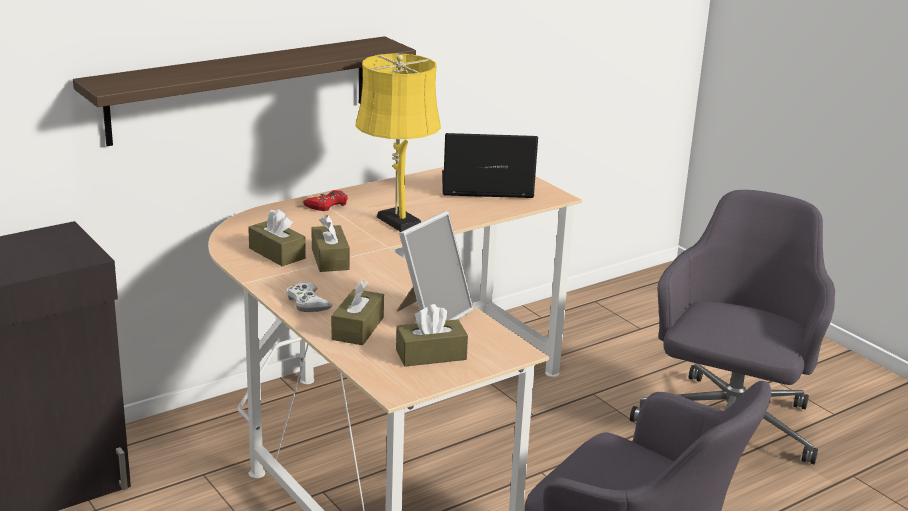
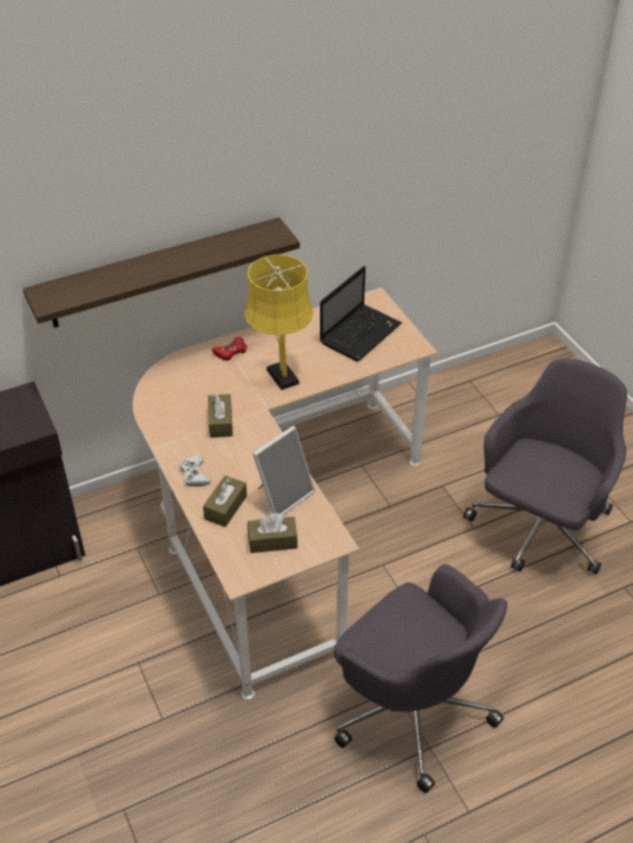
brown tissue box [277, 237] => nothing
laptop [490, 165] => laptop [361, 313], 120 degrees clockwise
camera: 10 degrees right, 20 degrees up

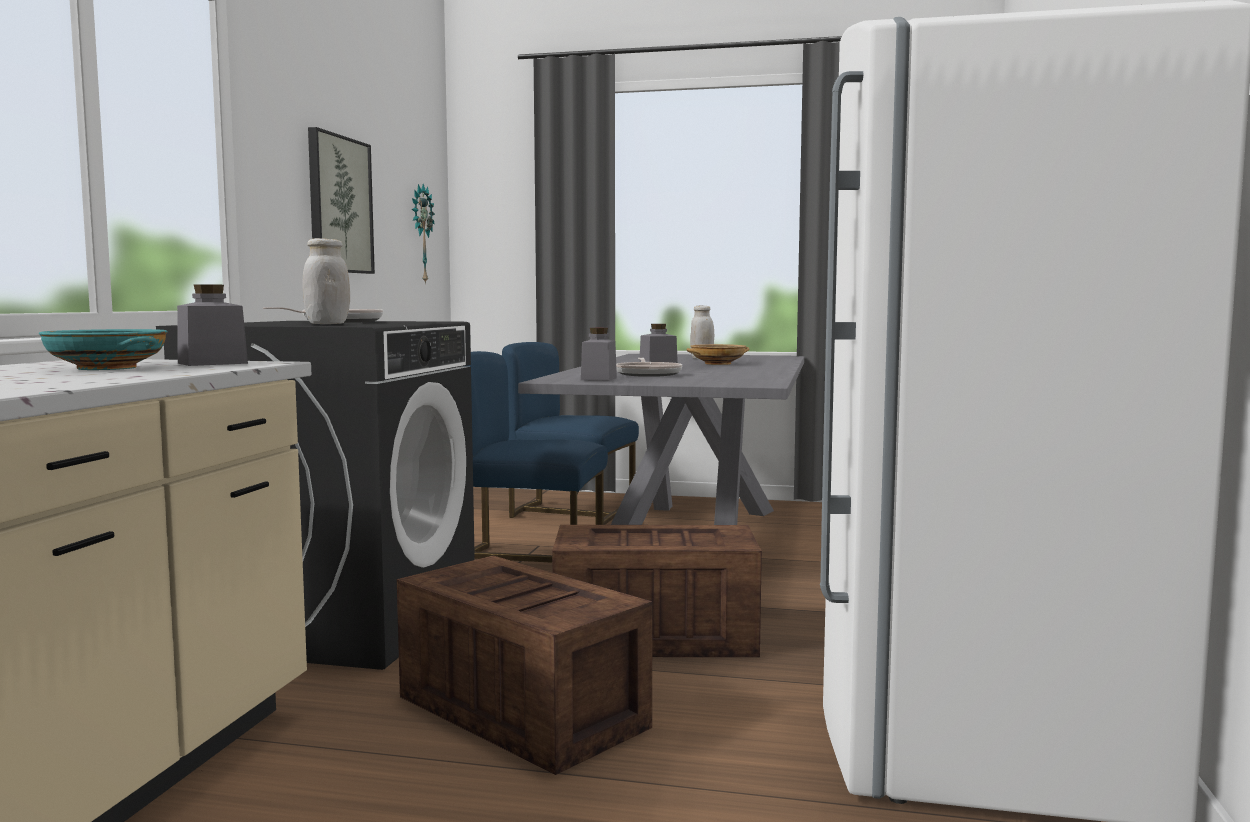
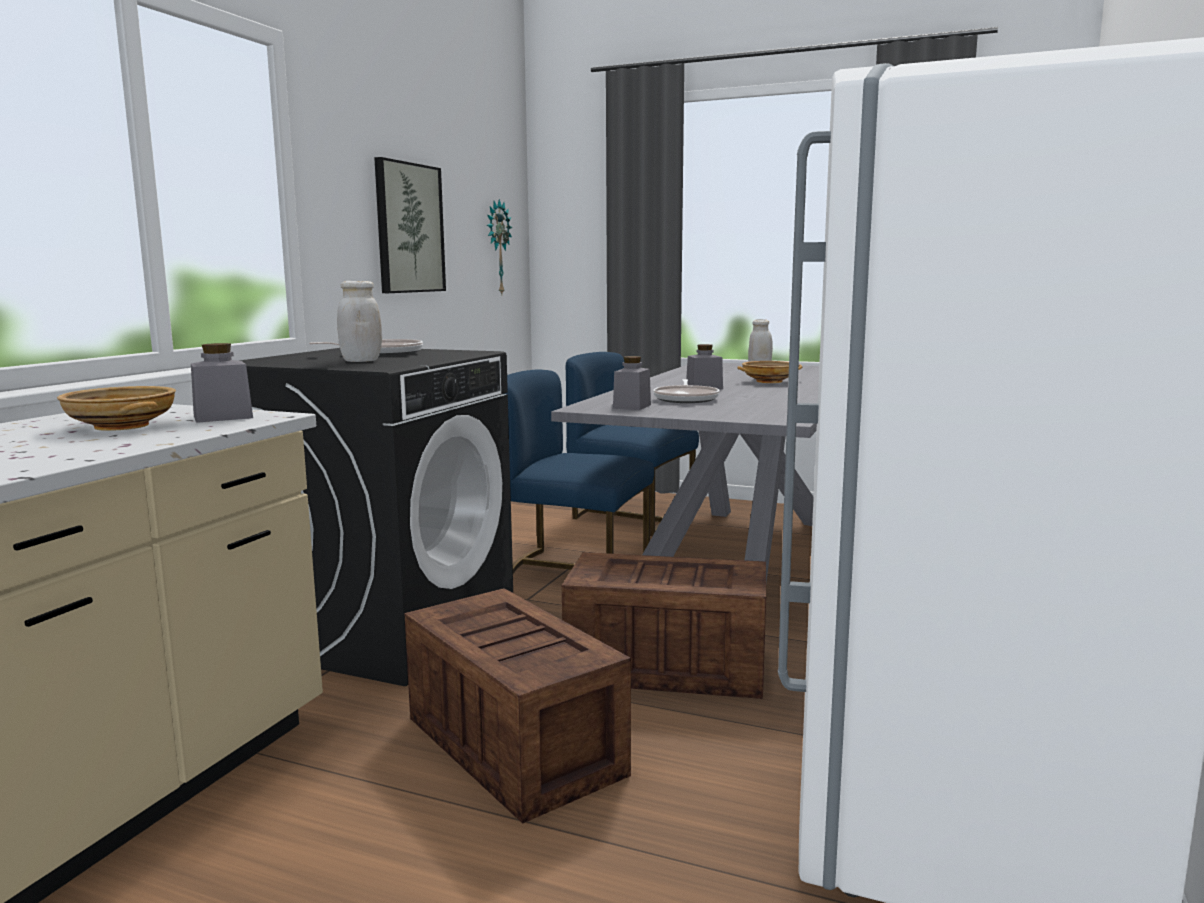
turquoise bowl [103, 349] => beige bowl [116, 408]
camera: 10 degrees right, 5 degrees up

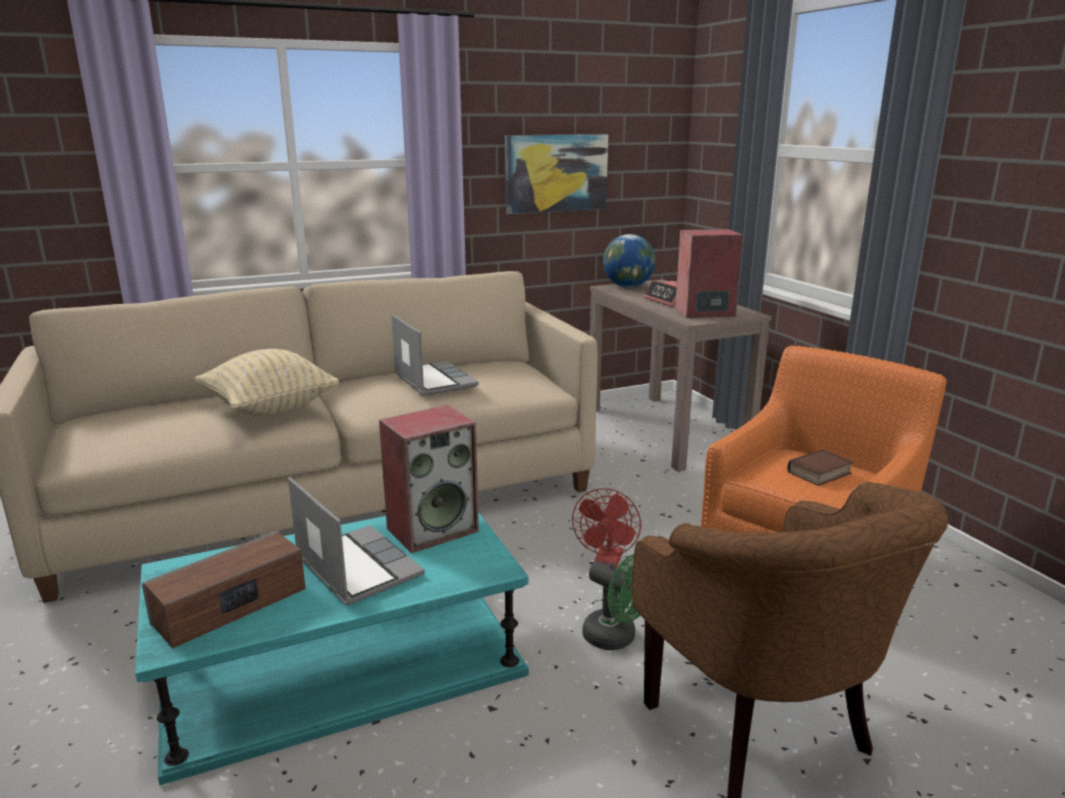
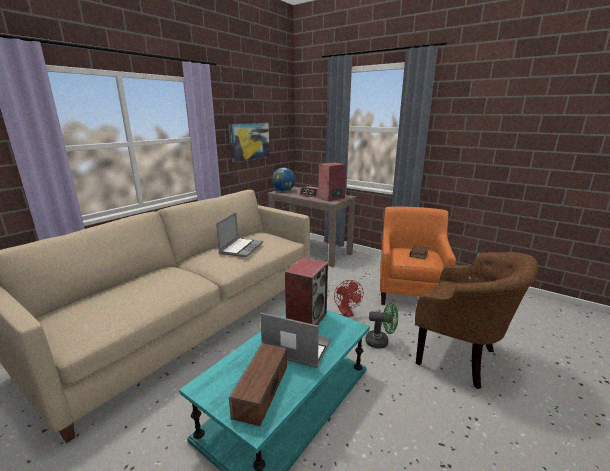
beige pillow [267, 382] => nothing
laptop [434, 355] => laptop [239, 234], 75 degrees clockwise
camera: 30 degrees left, 0 degrees up

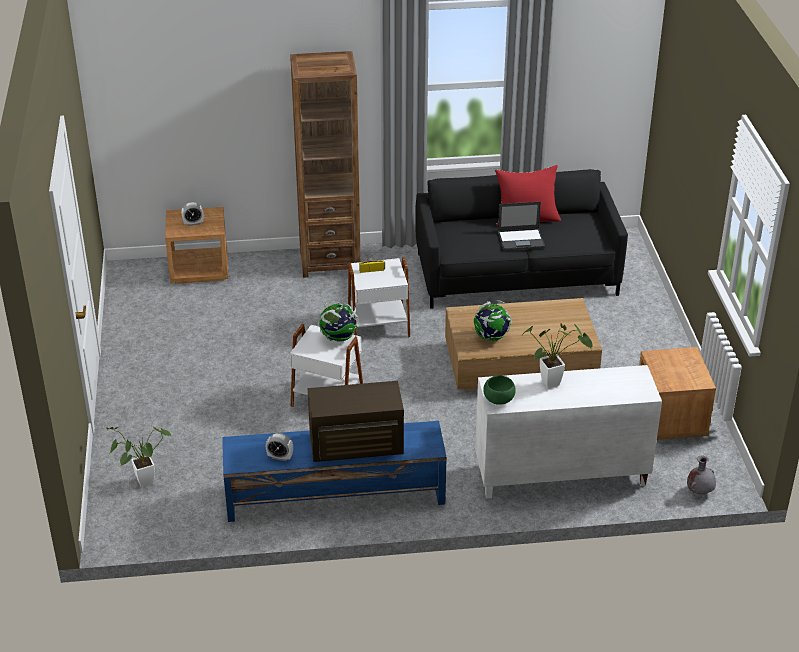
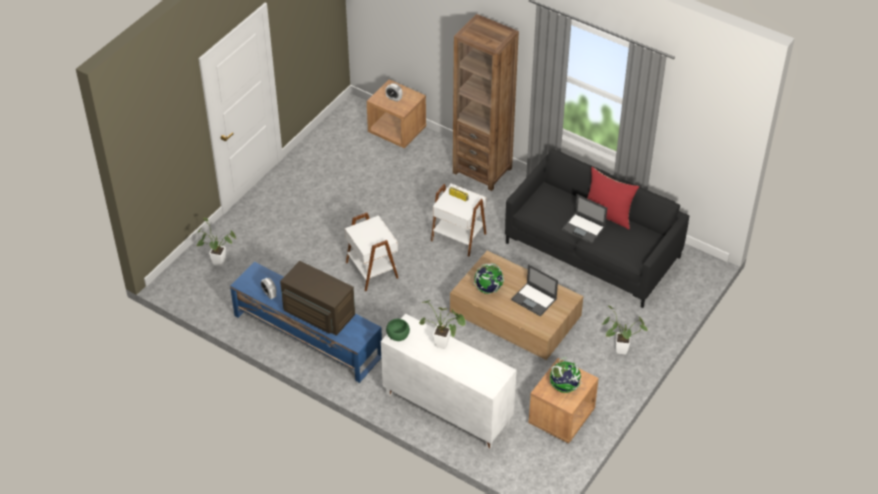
grey vase [701, 475] => nothing
nothing => laptop [534, 290]
nothing => potted plant [624, 330]
globe [338, 321] => globe [566, 375], relocated
camera: 40 degrees right, 10 degrees up

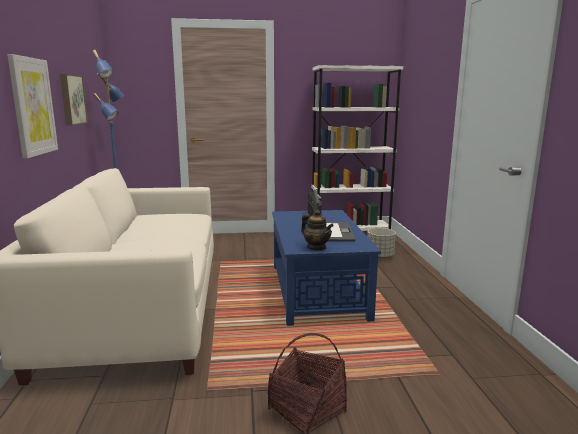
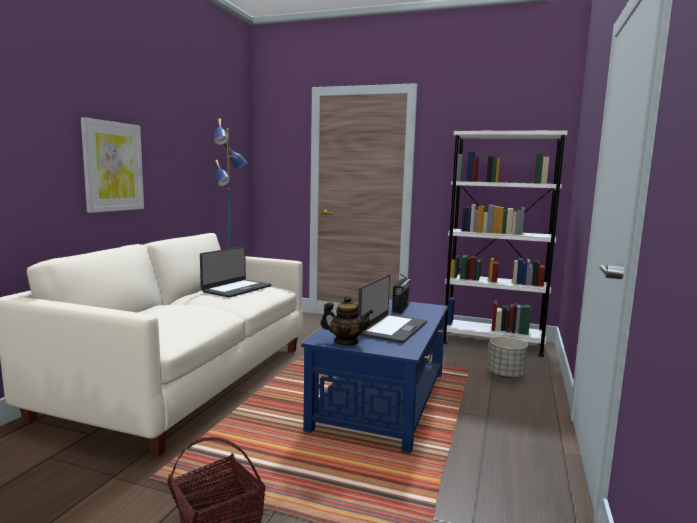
picture [74, 99] => nothing
nothing => laptop [235, 272]
teapot [317, 230] => teapot [347, 320], 60 degrees counterclockwise
camera: 25 degrees right, 5 degrees down

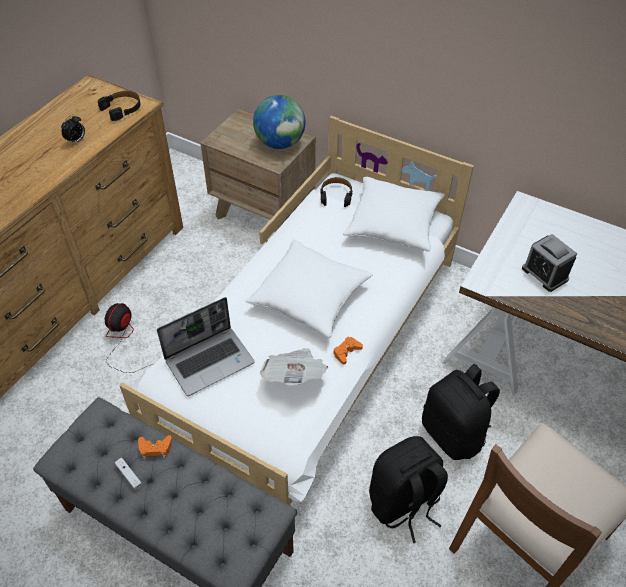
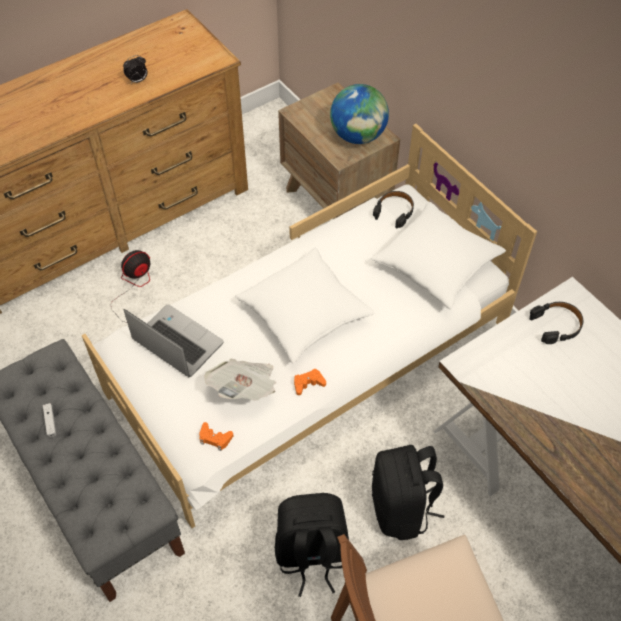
alarm clock [549, 263] => nothing
black headphones [119, 106] => black headphones [556, 323], relocated
orange game controller [155, 447] => orange game controller [216, 436], relocated
laptop [205, 346] => laptop [174, 340], 135 degrees counterclockwise
camera: 25 degrees right, 5 degrees up

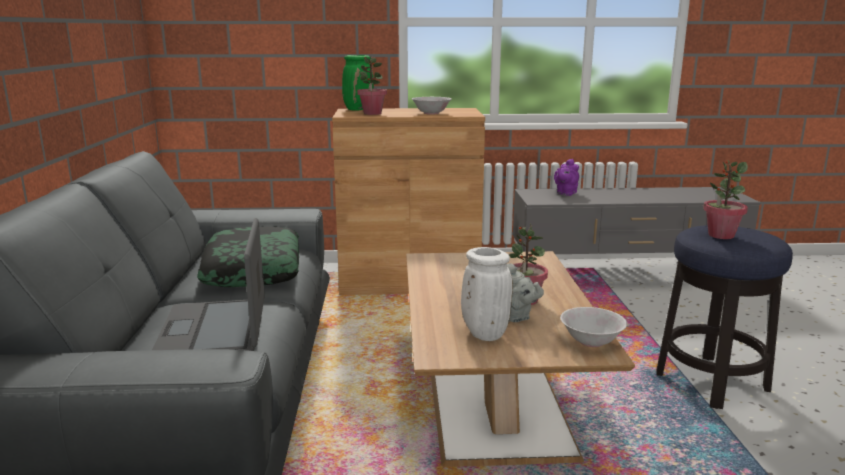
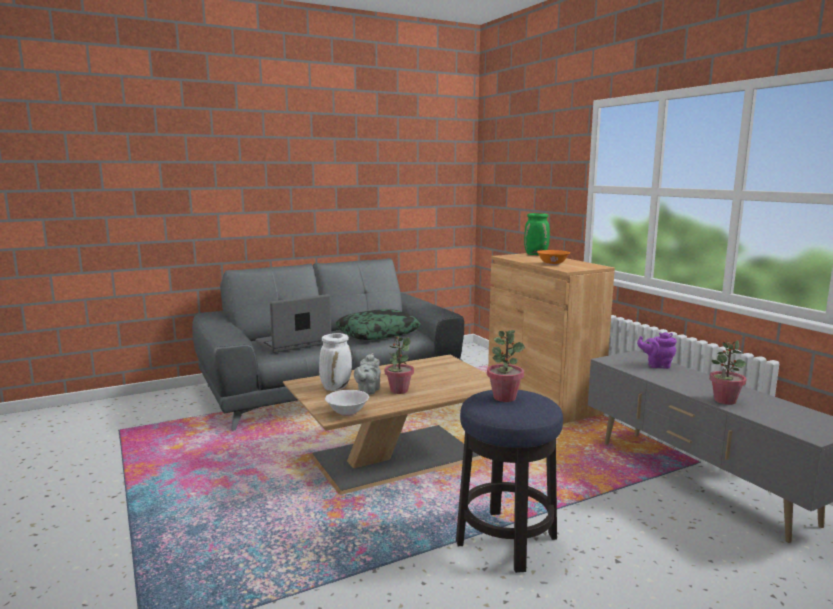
potted plant [372, 85] => potted plant [727, 372], relocated
white bowl [431, 106] => orange bowl [553, 257]
camera: 65 degrees right, 5 degrees down

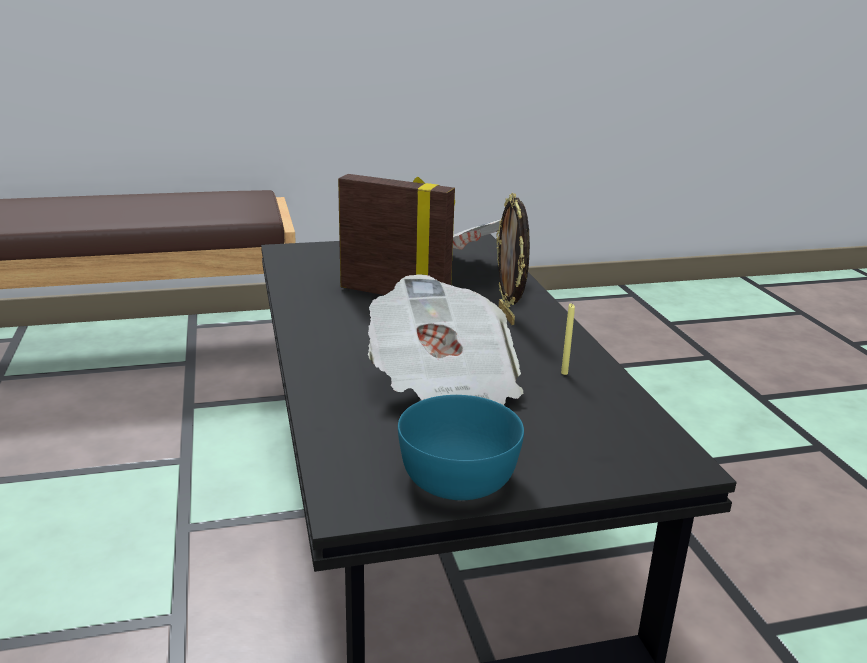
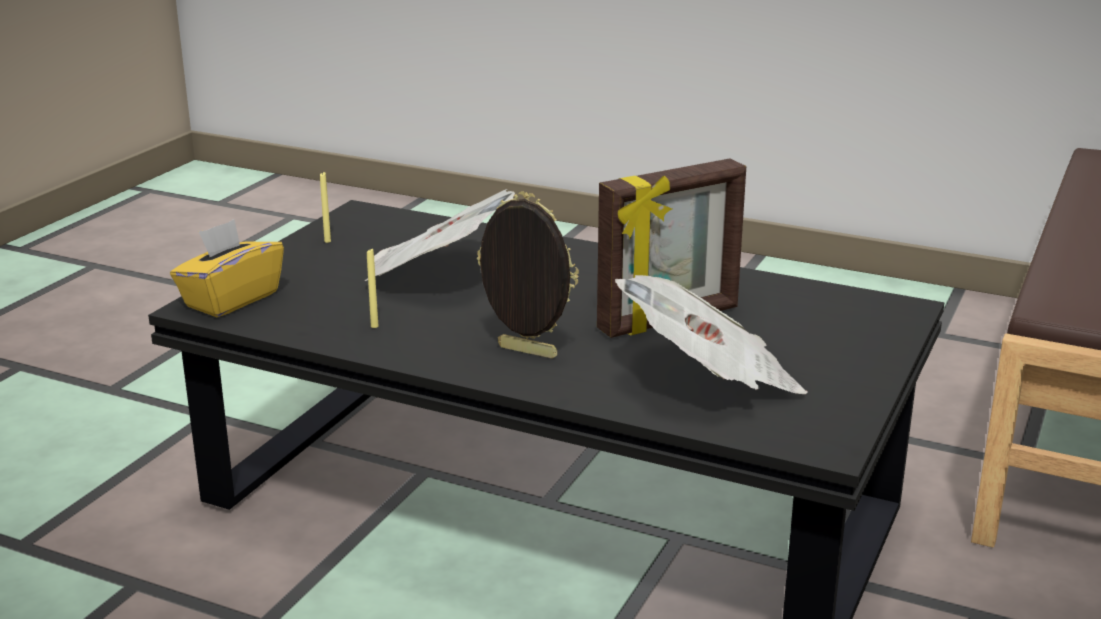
nothing => yellow tissue box [227, 268]
turquoise bowl [461, 447] => yellow candle [325, 207]
camera: 130 degrees right, 0 degrees up

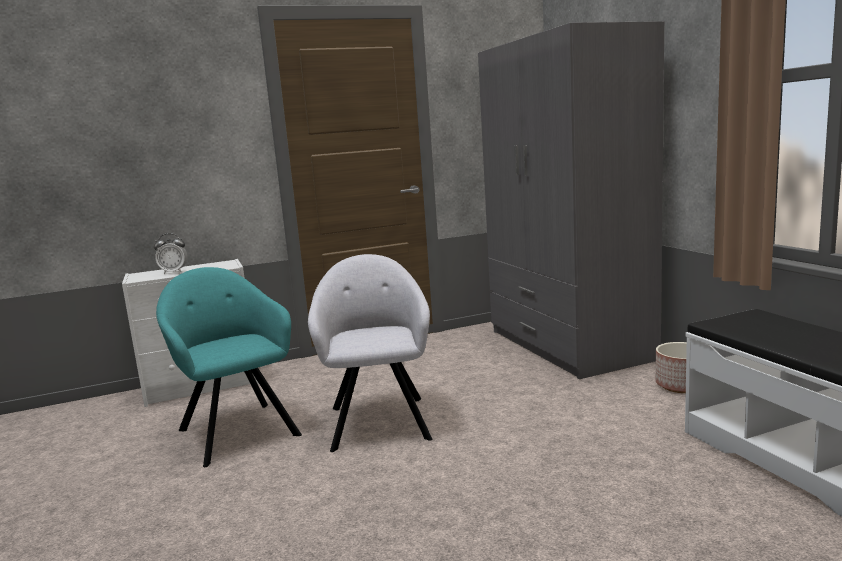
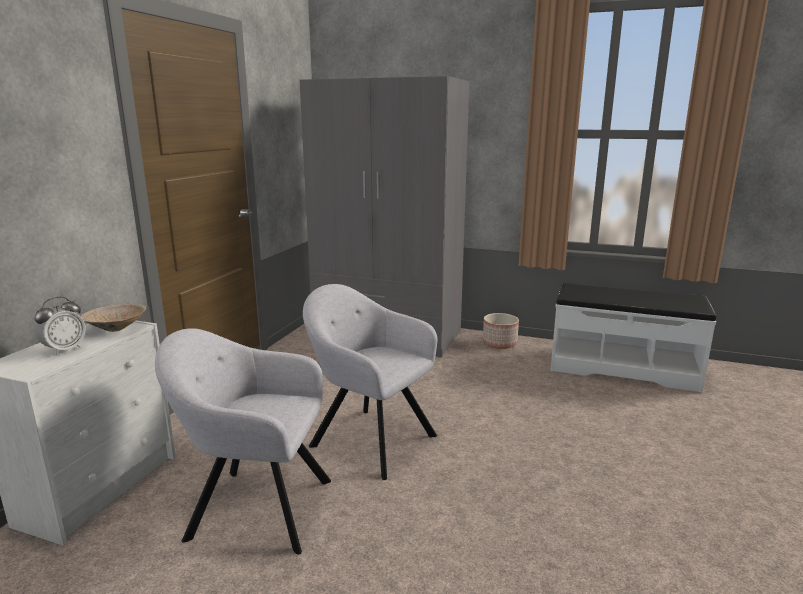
nothing => beige bowl [113, 318]
turquoise armchair [229, 367] => grey armchair [243, 441]
camera: 50 degrees left, 5 degrees up

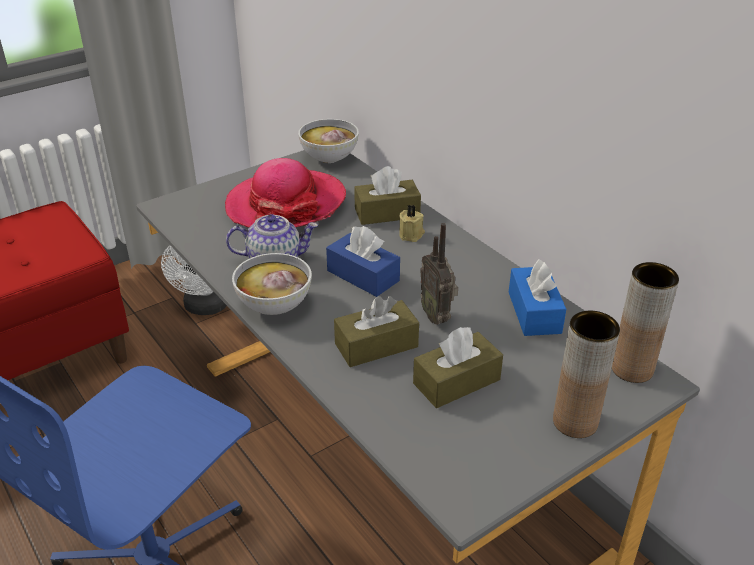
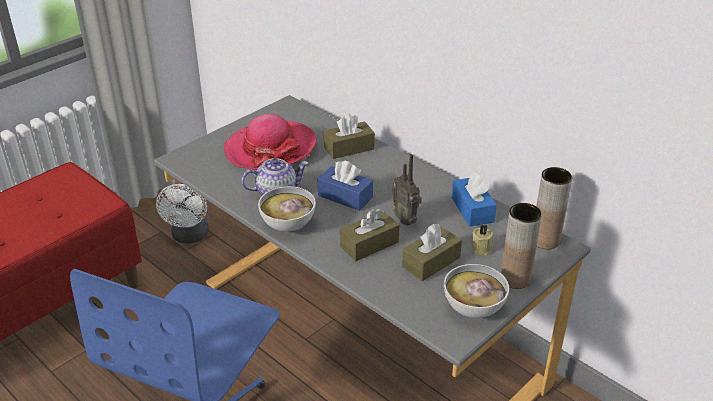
bowl [328, 141] => bowl [476, 291], relocated
beige candle [412, 223] => beige candle [482, 239], relocated
camera: 10 degrees left, 0 degrees up

